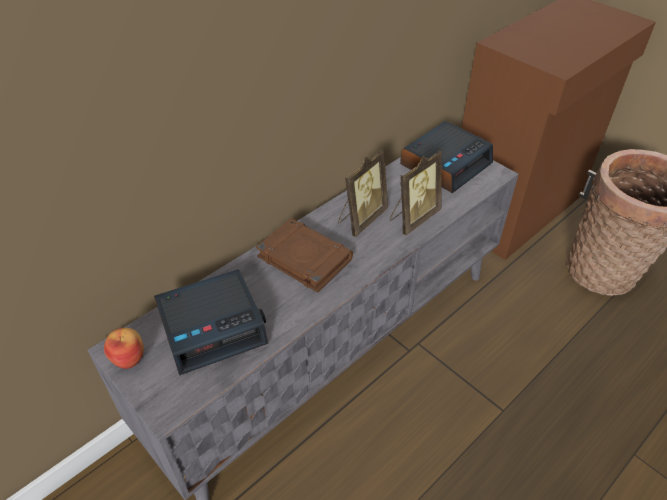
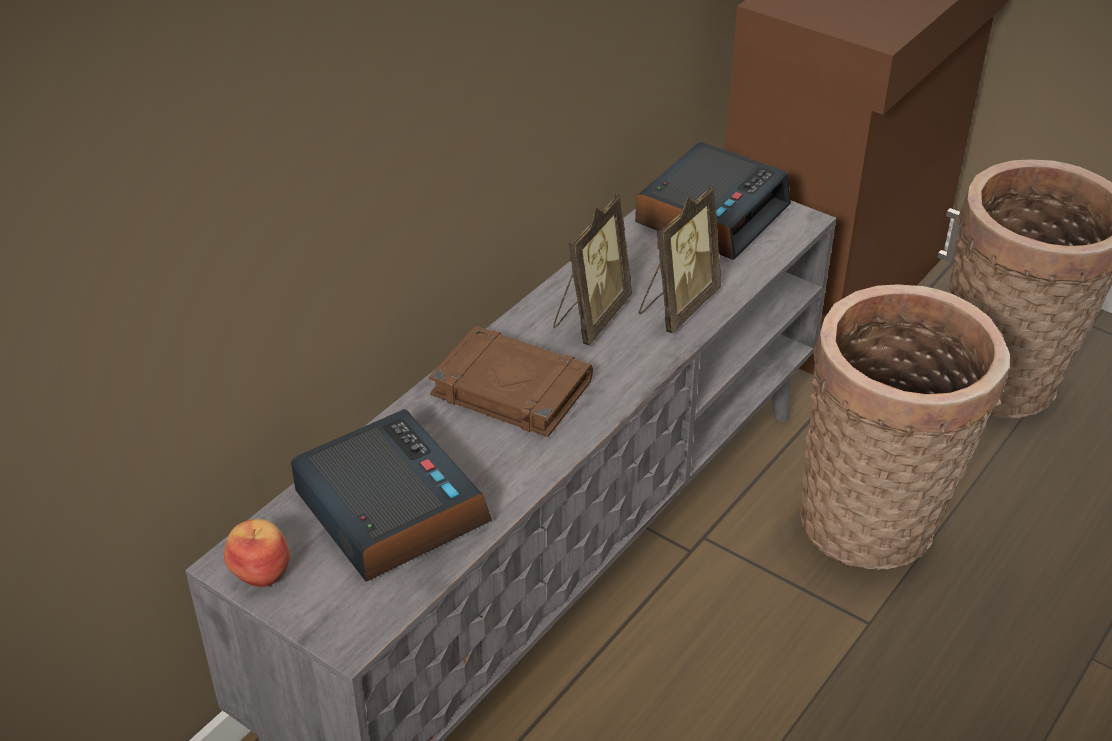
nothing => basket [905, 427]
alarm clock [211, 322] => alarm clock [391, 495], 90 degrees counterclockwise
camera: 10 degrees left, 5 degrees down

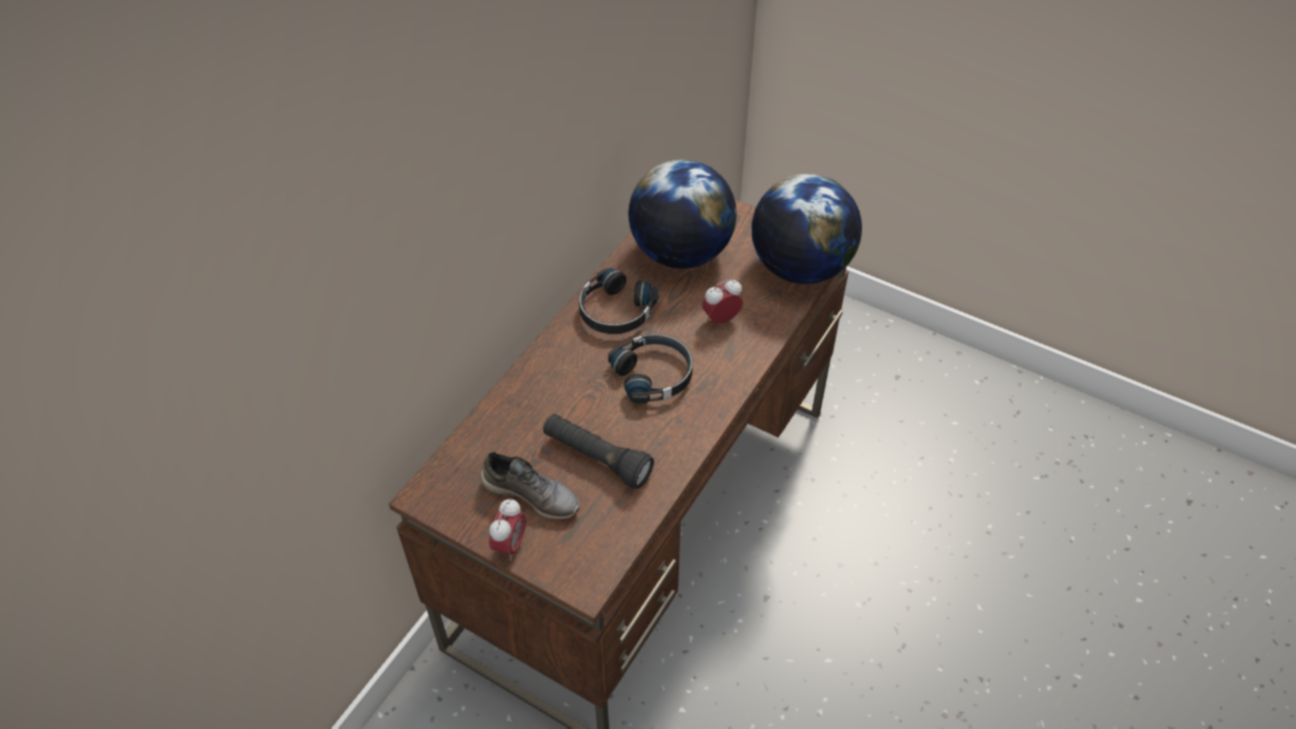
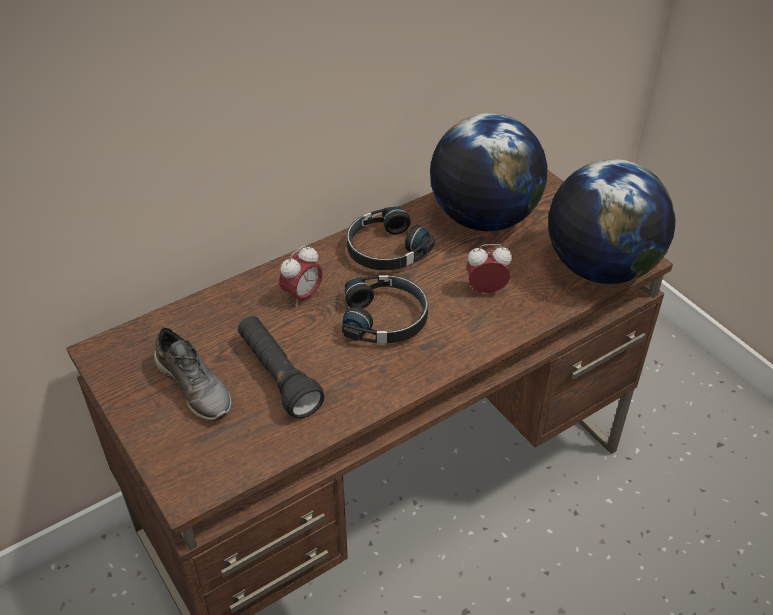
alarm clock [507, 529] => alarm clock [301, 276], relocated
camera: 25 degrees right, 5 degrees down

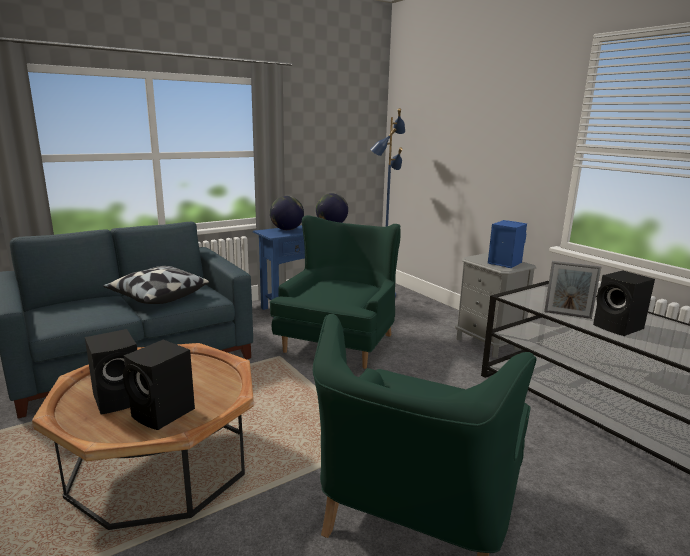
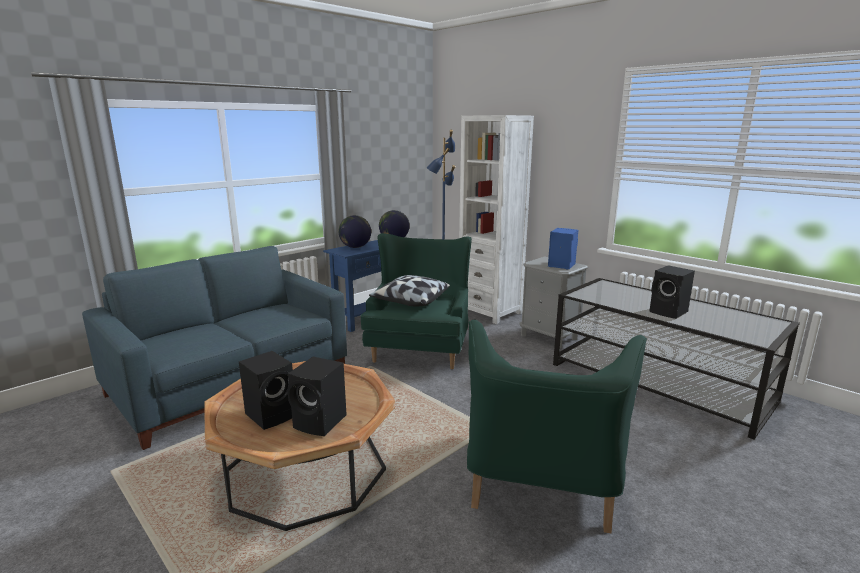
picture frame [572, 290] => nothing
nothing => white bookcase [496, 219]
pillow [156, 285] => pillow [409, 290], relocated
camera: 10 degrees left, 0 degrees up

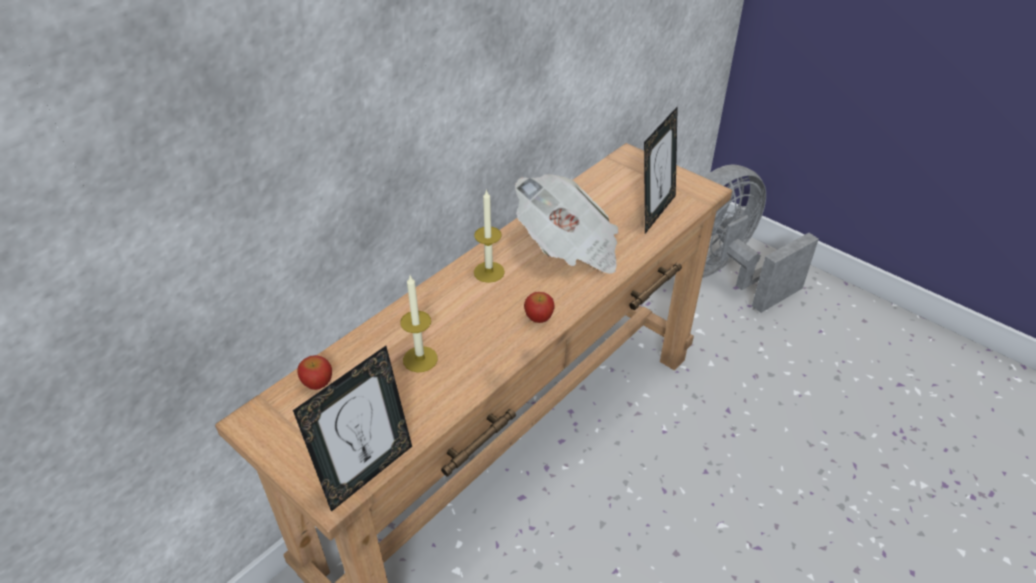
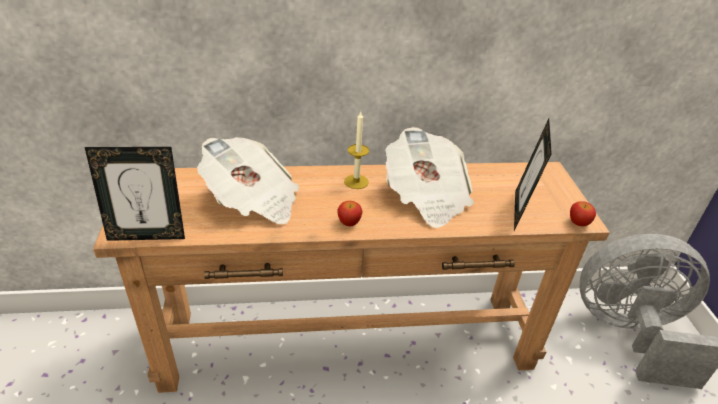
apple [315, 372] => apple [583, 213], relocated
candle [419, 324] => newspaper [248, 181]
picture frame [661, 170] => picture frame [533, 175], 120 degrees clockwise
camera: 40 degrees right, 5 degrees down

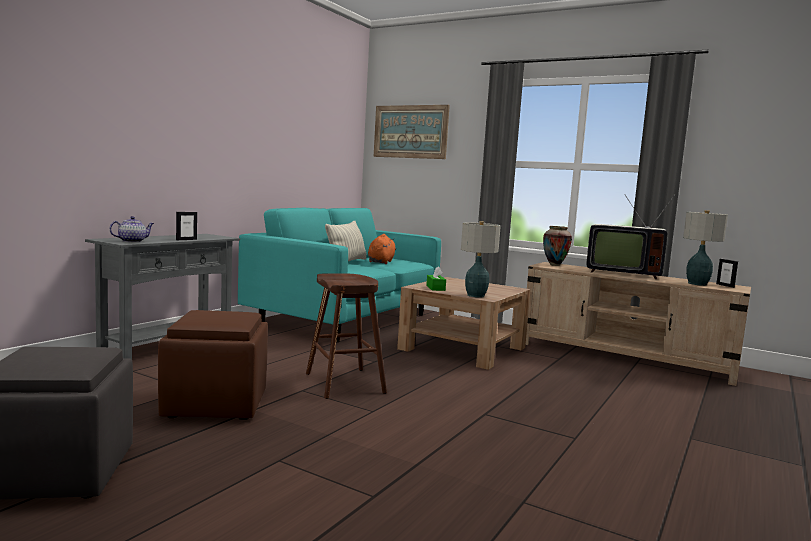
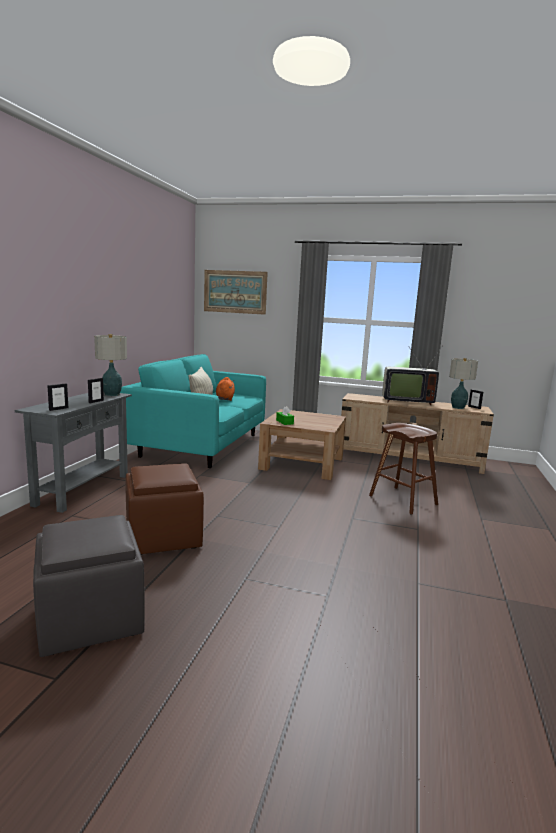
vase [557, 246] => nothing
brown stool [346, 336] => brown stool [403, 469], relocated
table lamp [481, 259] => table lamp [110, 365], relocated
teapot [131, 229] => picture frame [57, 397]
camera: 15 degrees left, 5 degrees up

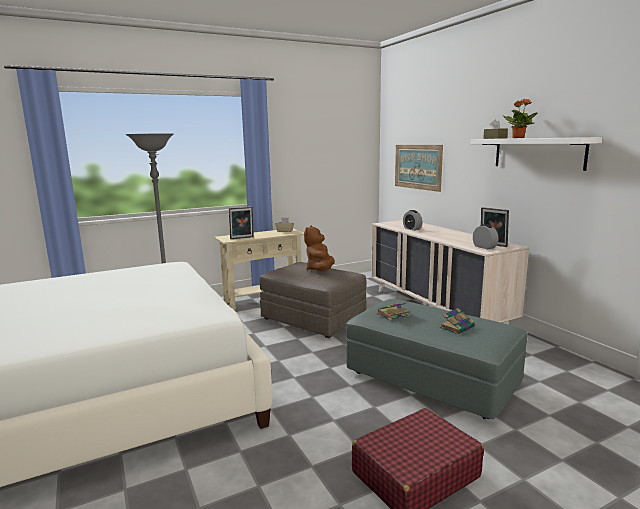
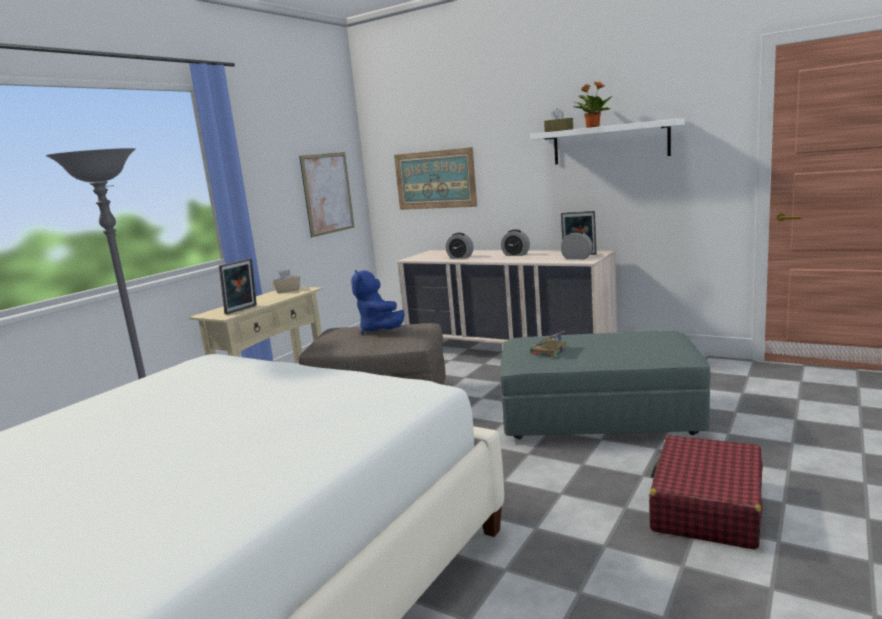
book [457, 321] => nothing
nothing => picture [327, 194]
nothing => alarm clock [515, 242]
brown plush toy [319, 248] => blue plush toy [378, 302]
camera: 30 degrees left, 0 degrees up

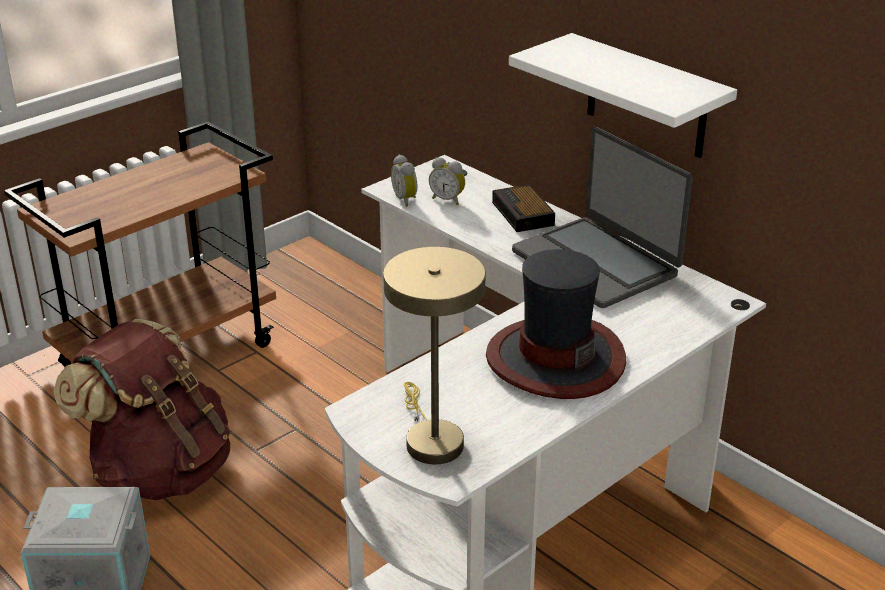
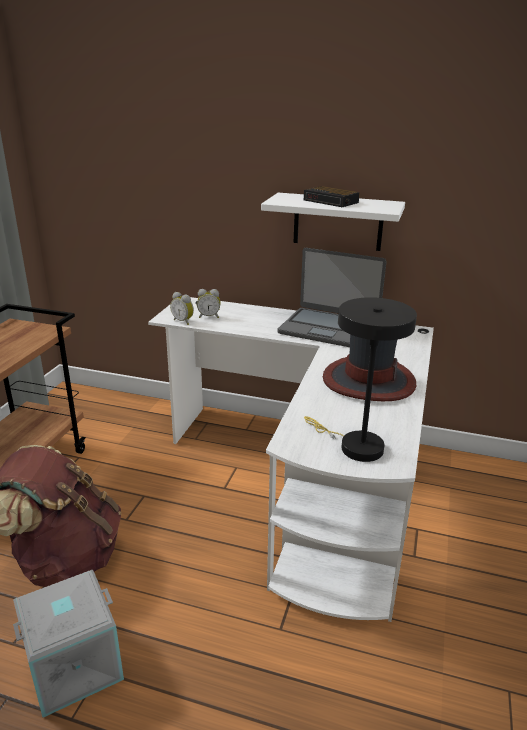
alarm clock [523, 208] => alarm clock [332, 196], relocated
beige table lamp [434, 355] => black table lamp [360, 379]
camera: 30 degrees left, 5 degrees down

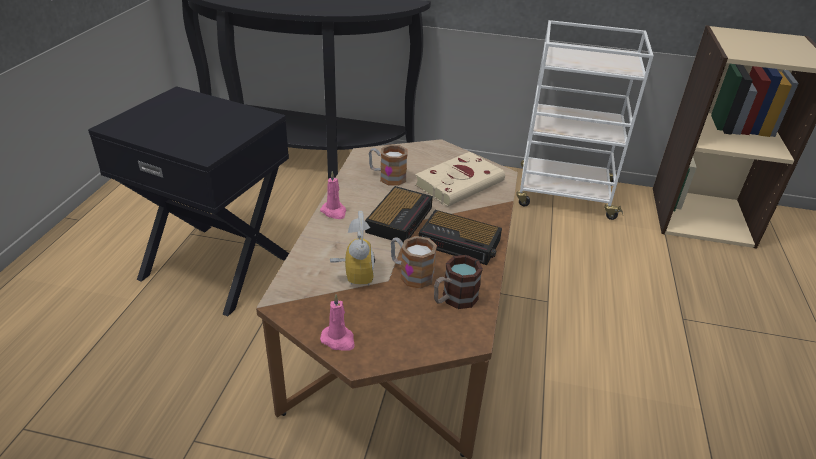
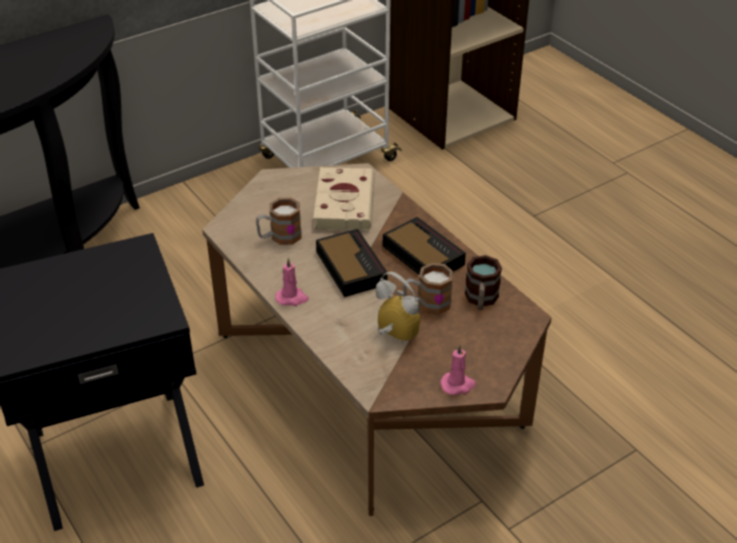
alarm clock [460, 237] => alarm clock [424, 246], 105 degrees counterclockwise
camera: 45 degrees left, 5 degrees up

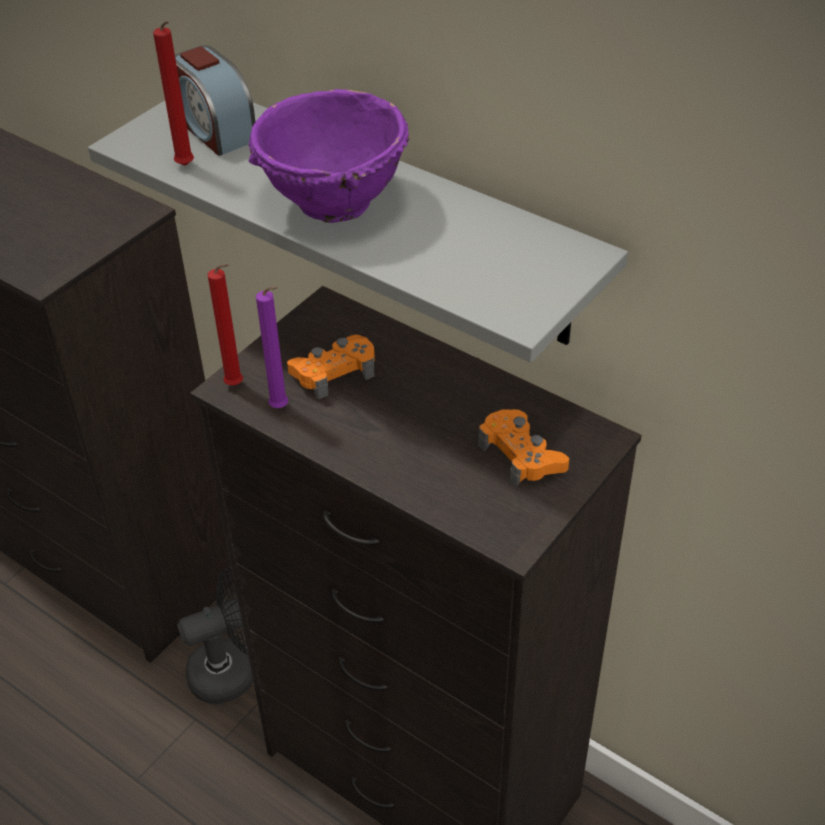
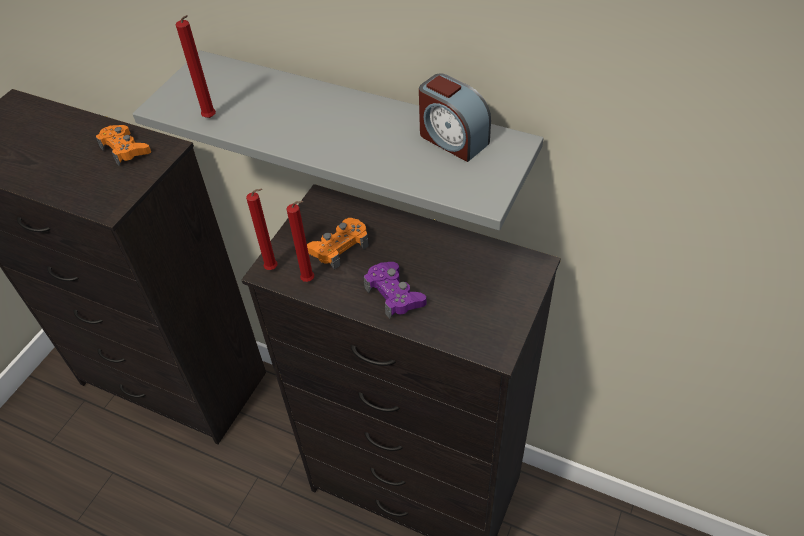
black fan [215, 635] => nothing
purple bowl [329, 156] => nothing
nothing => purple game controller [395, 290]
alarm clock [215, 101] => alarm clock [455, 117], relocated
orange game controller [523, 448] => orange game controller [123, 145], relocated
purple candle [272, 347] => red candle [300, 241]
camera: 10 degrees left, 5 degrees up

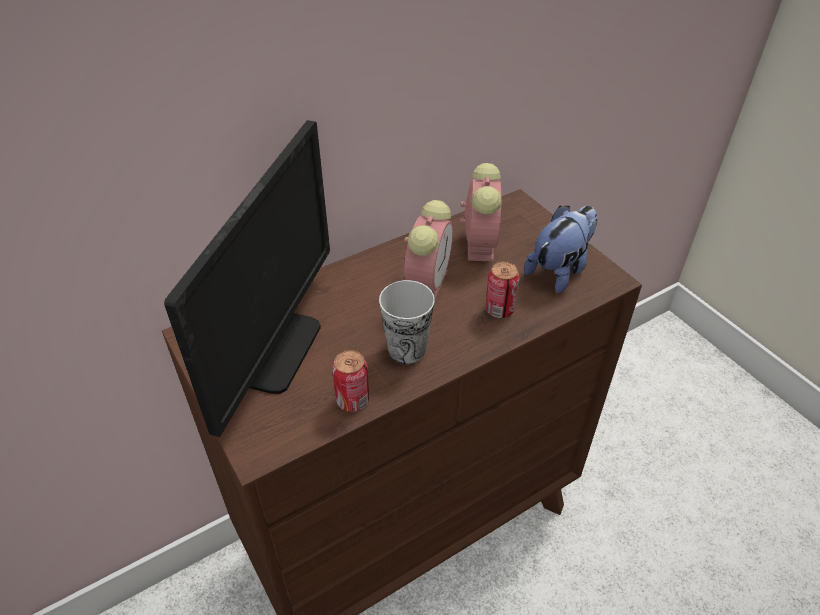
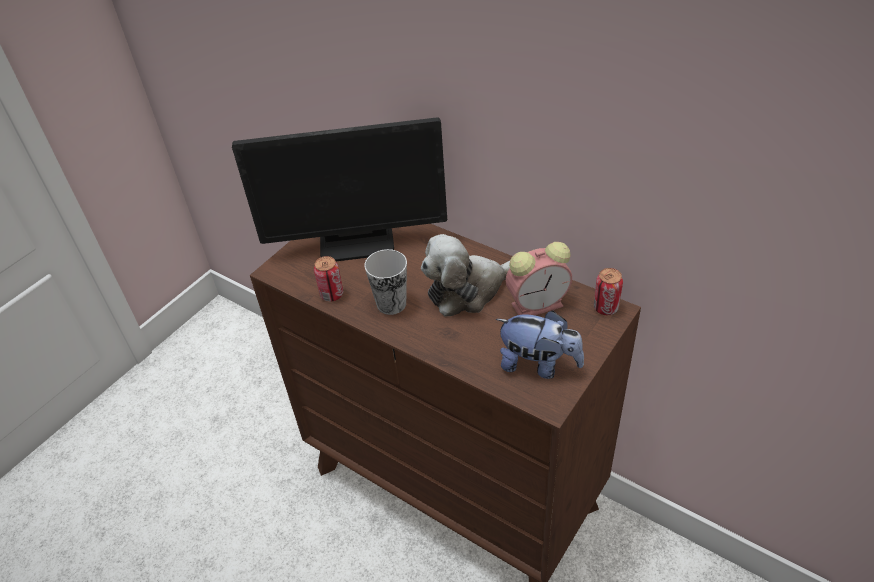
can [502, 289] => can [608, 291], relocated
alarm clock [428, 249] => plush toy [465, 275]
camera: 70 degrees right, 0 degrees up

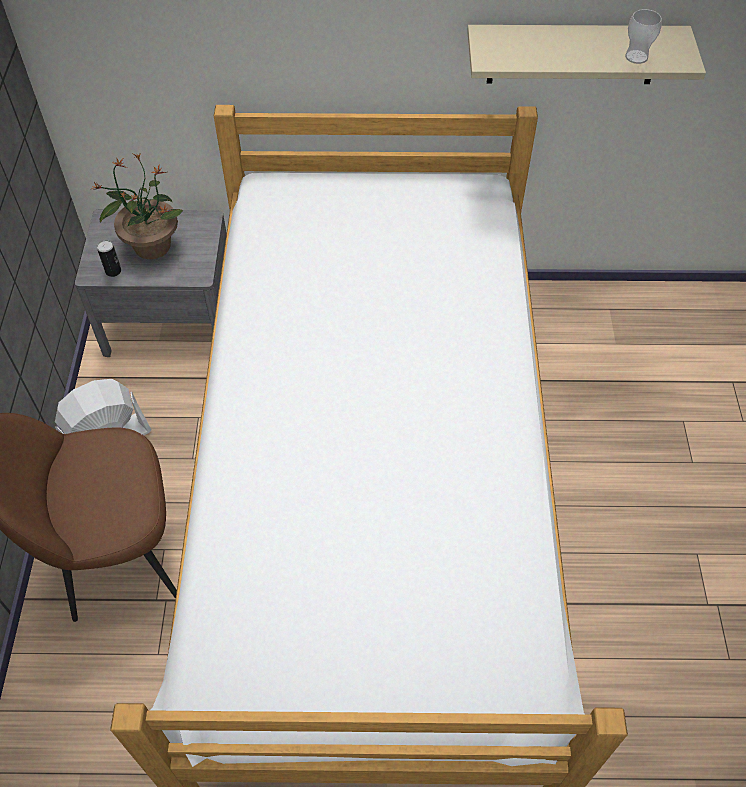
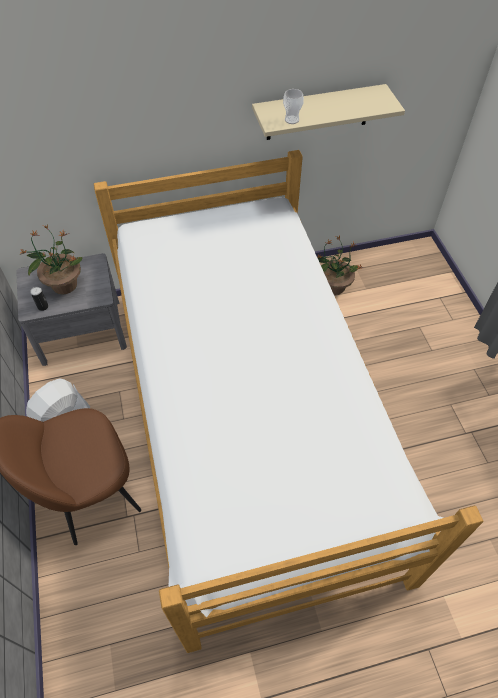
nothing => potted plant [340, 265]
cup [643, 36] => cup [293, 106], relocated
camera: 15 degrees left, 0 degrees up

